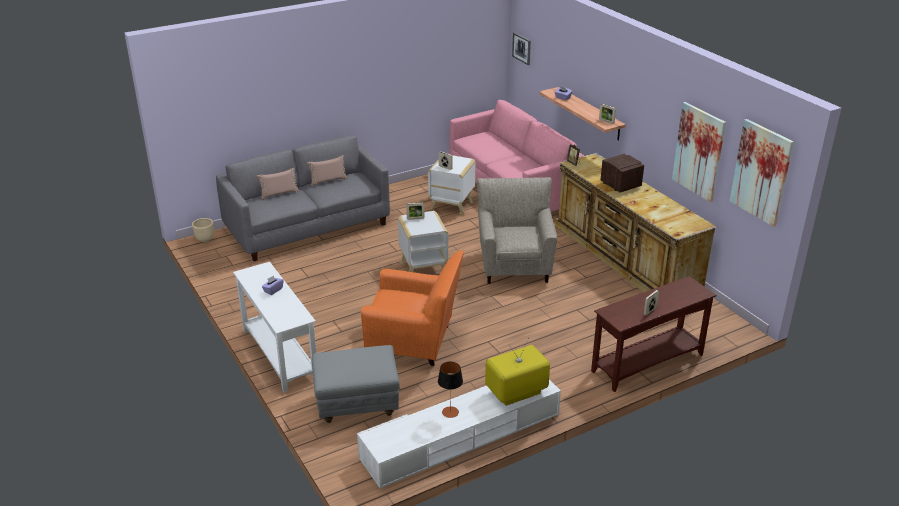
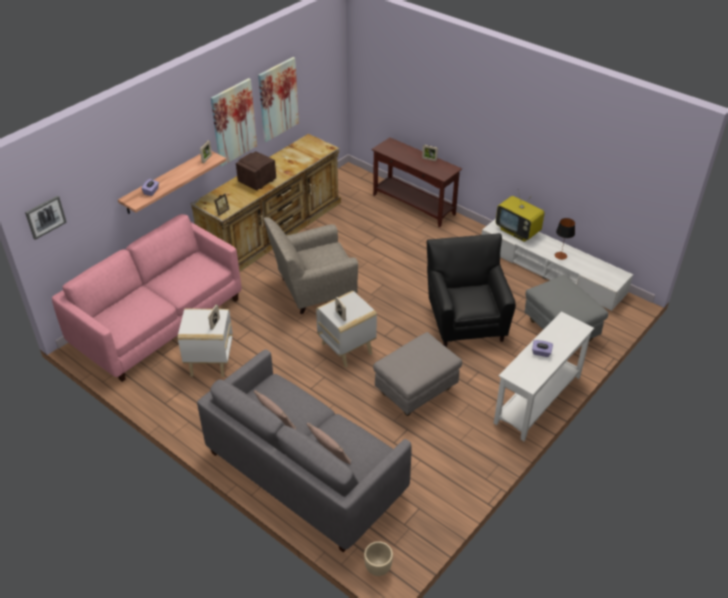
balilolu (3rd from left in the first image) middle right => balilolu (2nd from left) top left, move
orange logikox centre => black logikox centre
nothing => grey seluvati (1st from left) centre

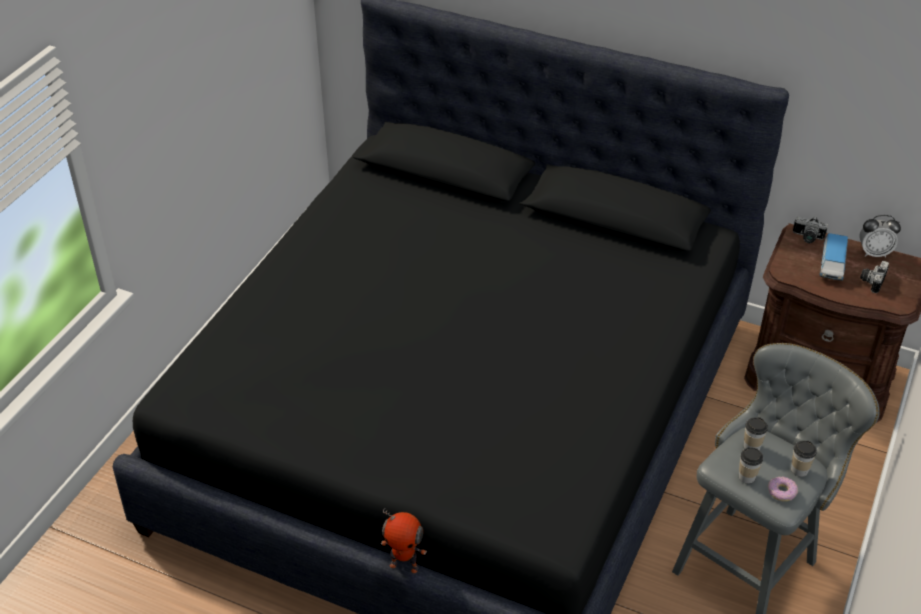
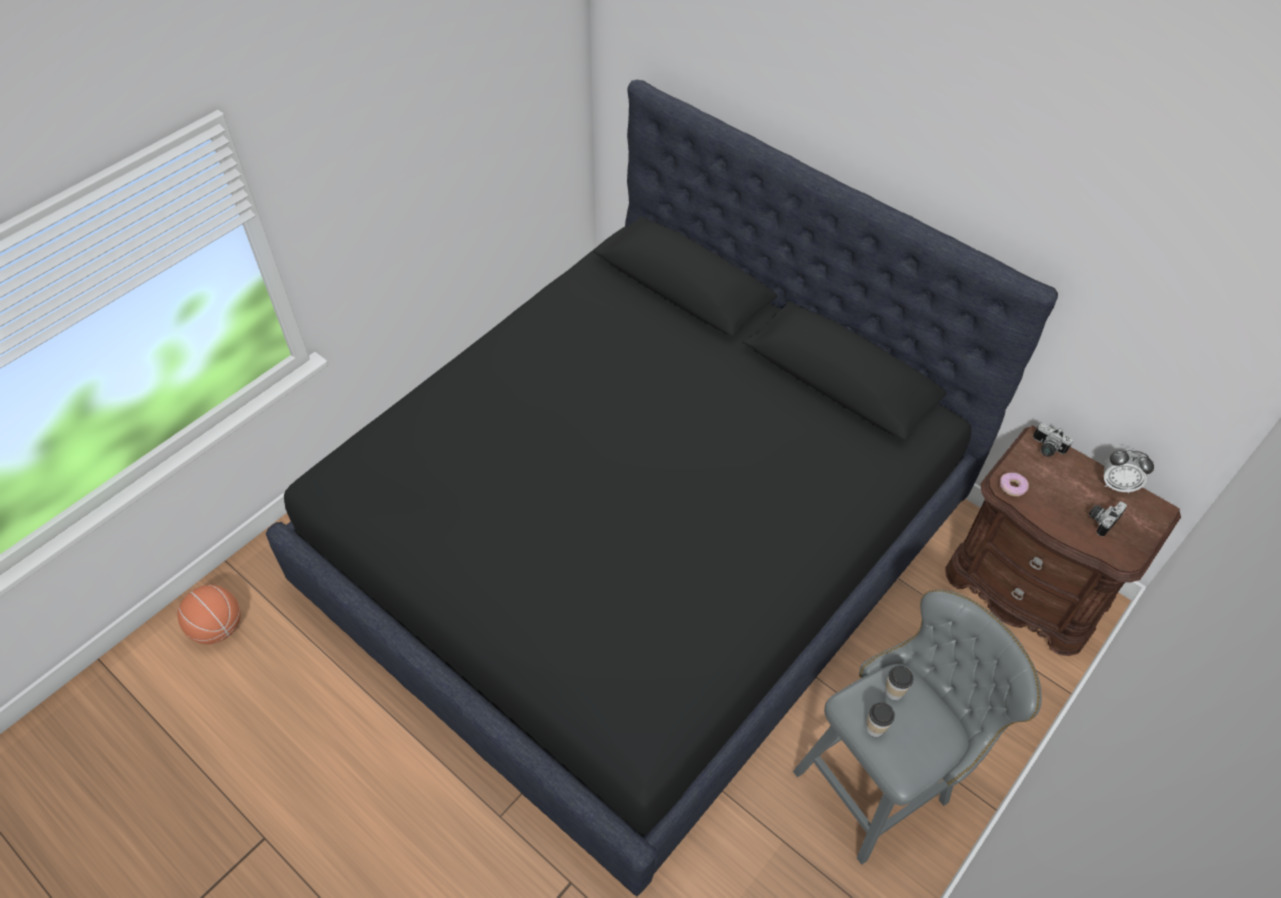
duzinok middle right => nothing
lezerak (3rd from left) bottom right => nothing
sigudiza bottom right => sigudiza middle right, move
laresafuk bottom centre => nothing
nothing => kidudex bottom left

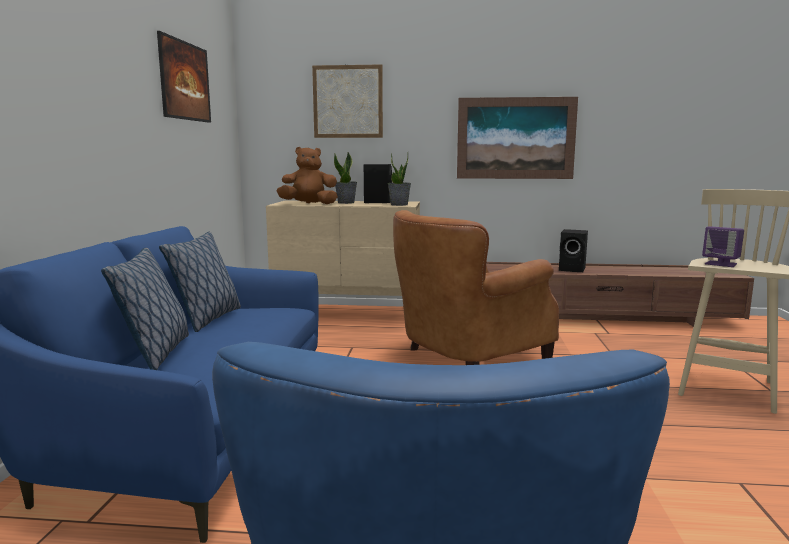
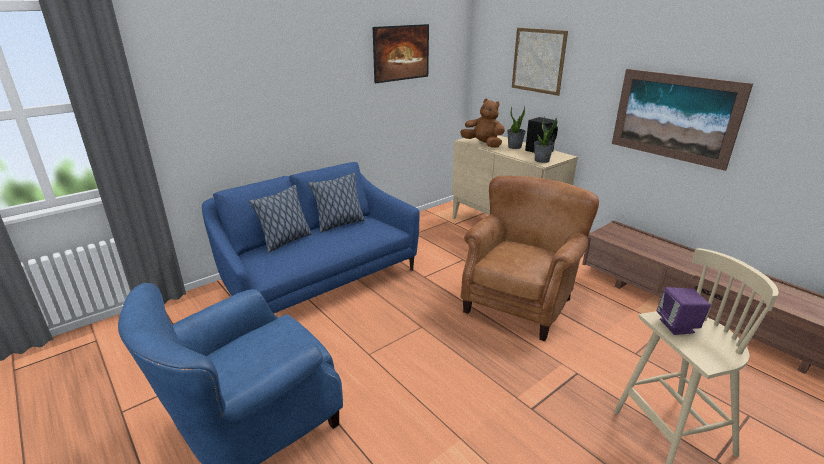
brown logikox centre, 105 degrees clockwise
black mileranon (2nd from left) middle right => nothing

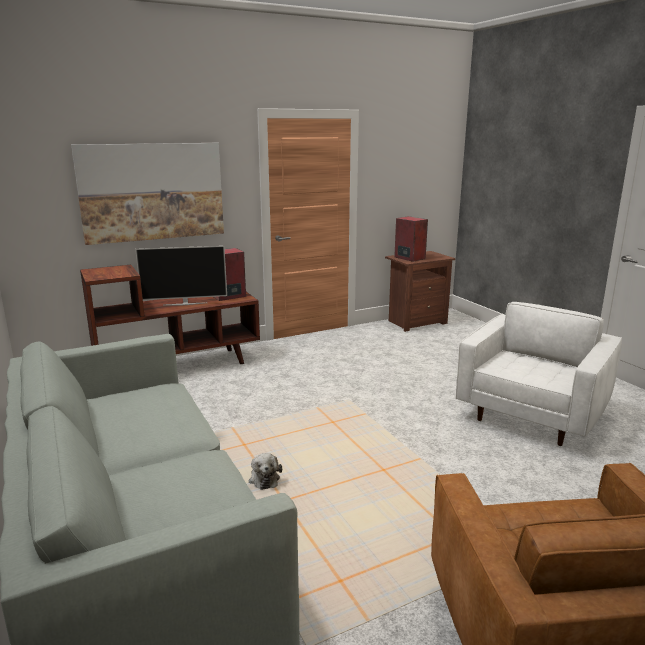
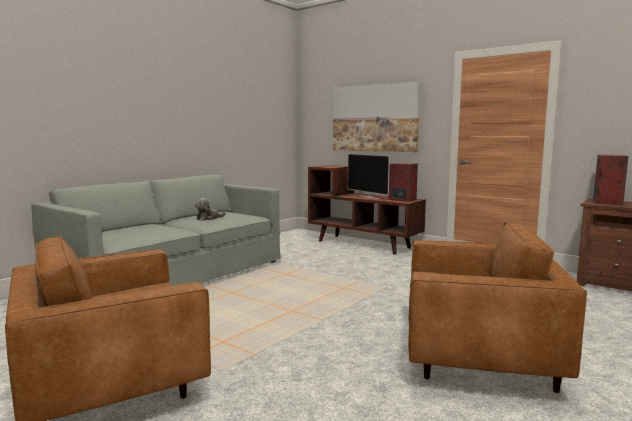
white logikox middle right => brown logikox (2nd from left) bottom right
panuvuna bottom centre => panuvuna middle left, move

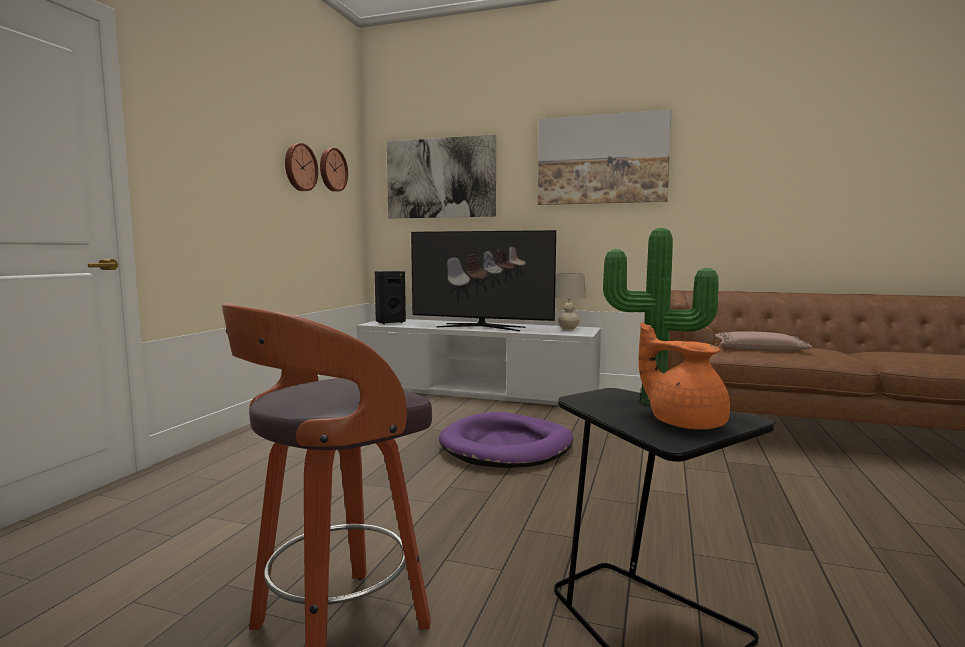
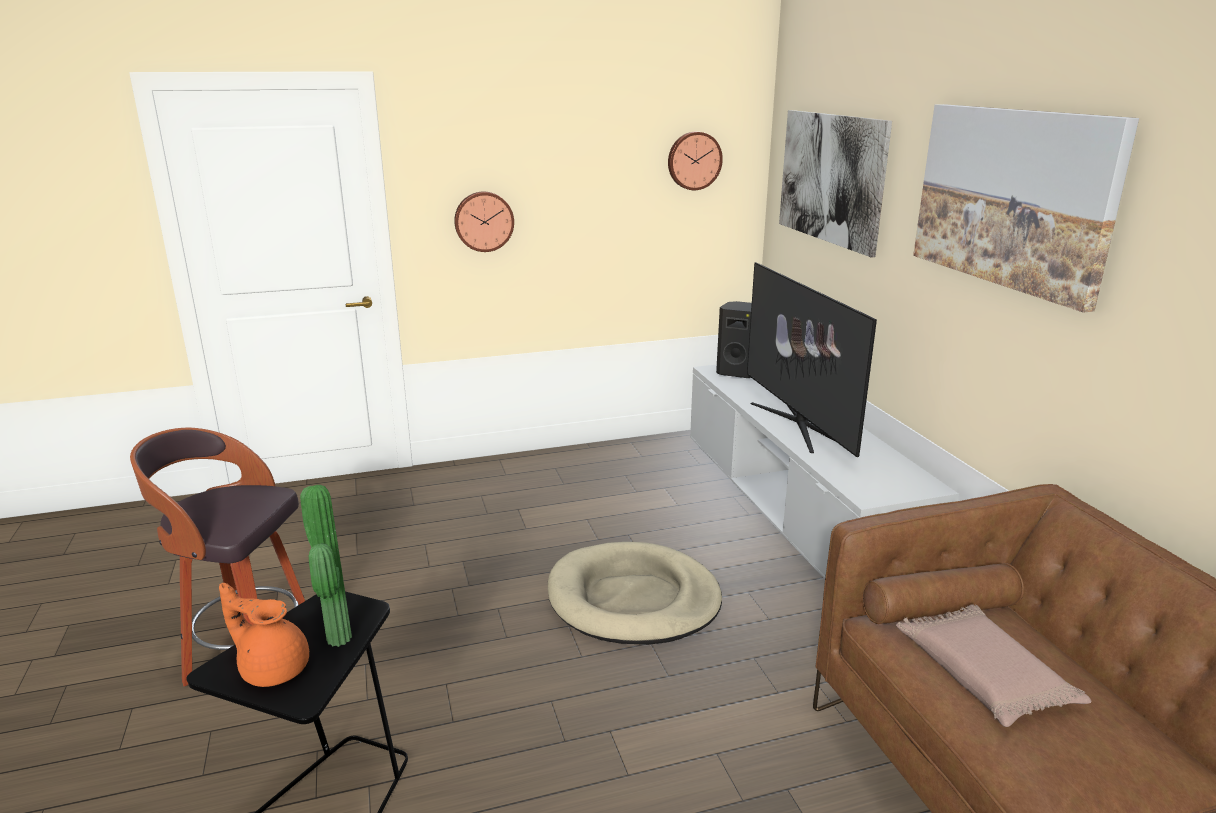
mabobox (1st from left) top left => mabobox (1st from left) top centre, move
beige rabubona centre => nothing
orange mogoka middle right => orange mogoka bottom left, 75 degrees counterclockwise
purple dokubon bottom centre => beige dokubon bottom centre

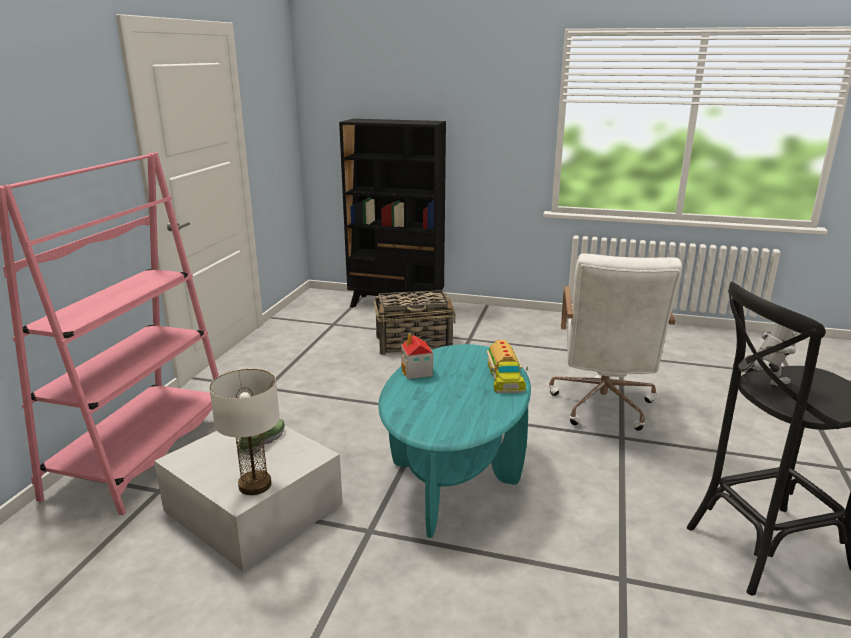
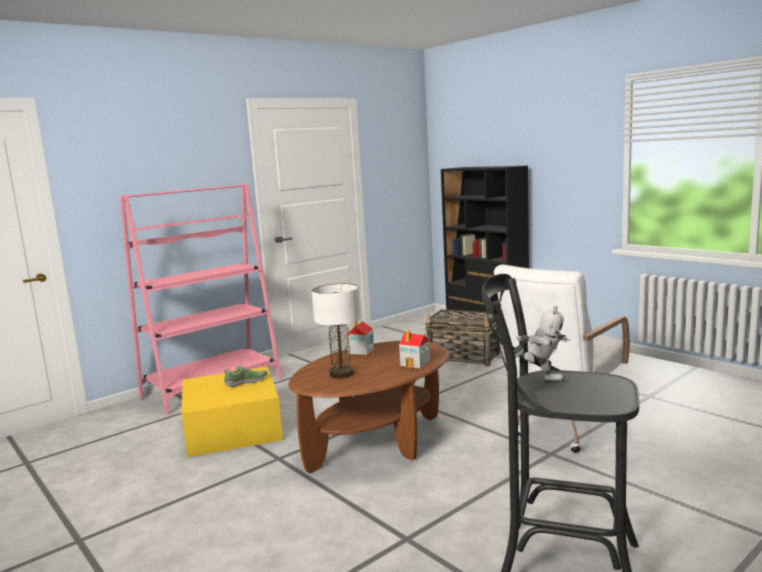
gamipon centre => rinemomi (2nd from left) centre
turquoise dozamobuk bottom centre => brown dozamobuk bottom centre
rabubona bottom left => rabubona centre, move
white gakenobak bottom left => yellow gakenobak bottom left

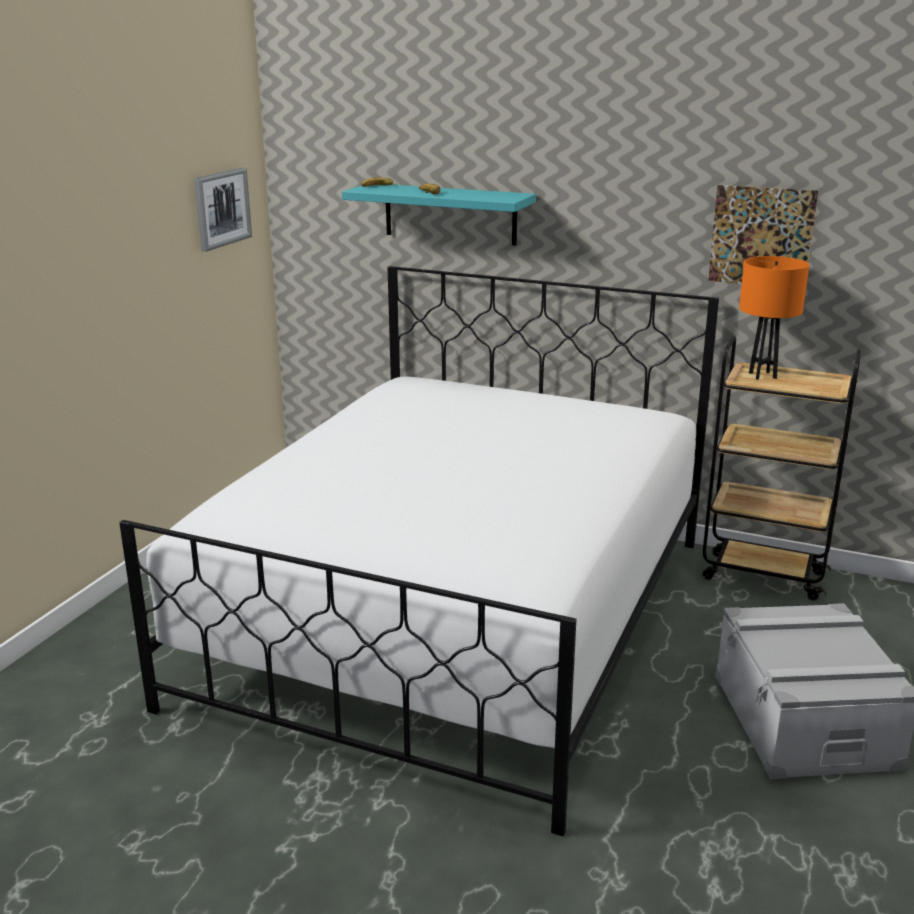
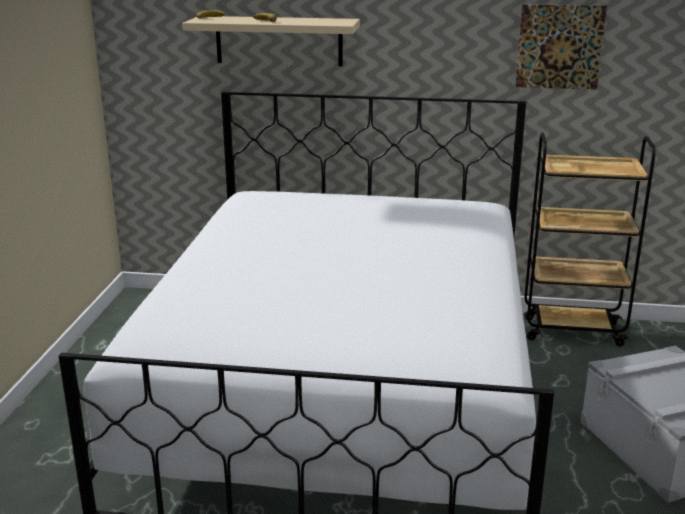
balilolu (1st from left) top left => nothing
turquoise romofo top centre => beige romofo top centre
orange rabubona middle right => nothing

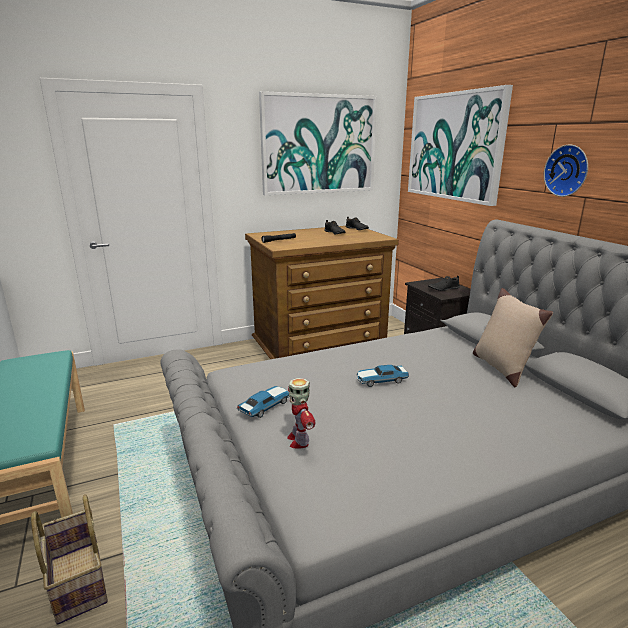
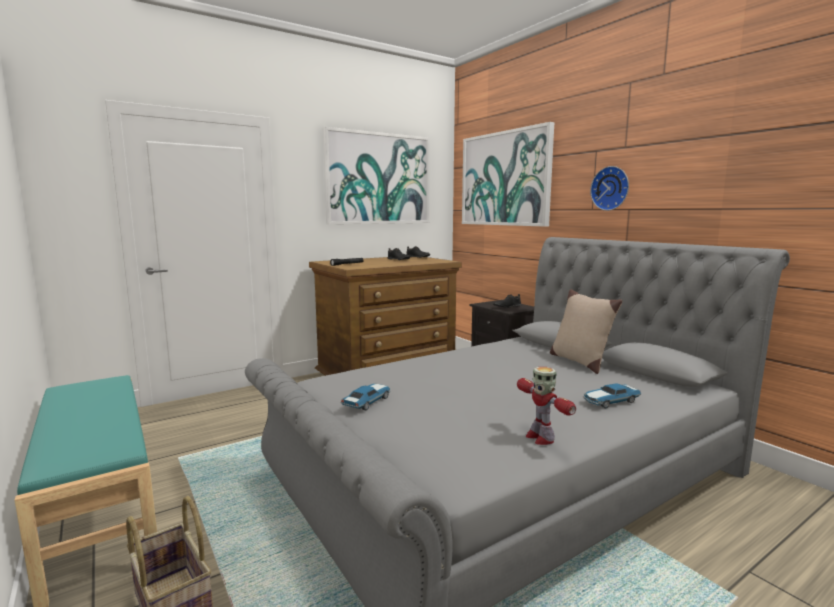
duzinok (2nd from left) centre => duzinok (2nd from left) middle right, move
laresafuk centre => laresafuk bottom centre, move

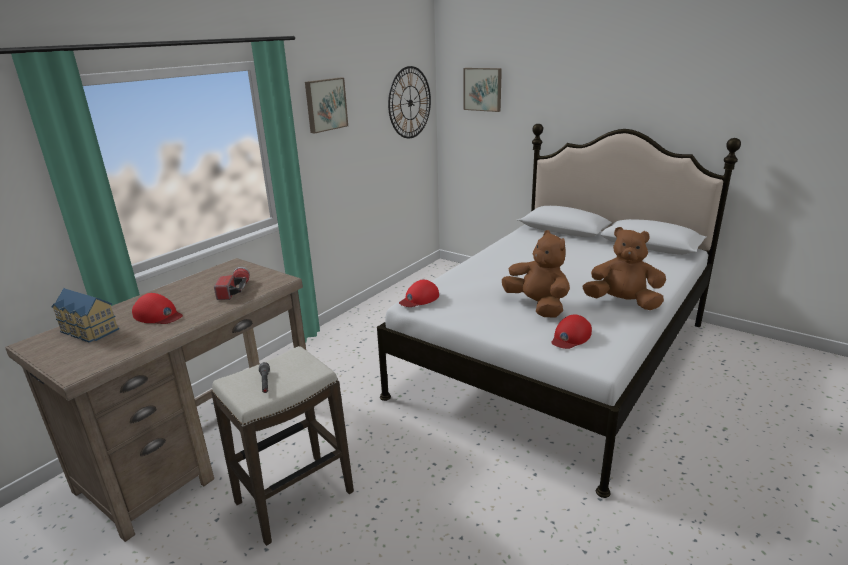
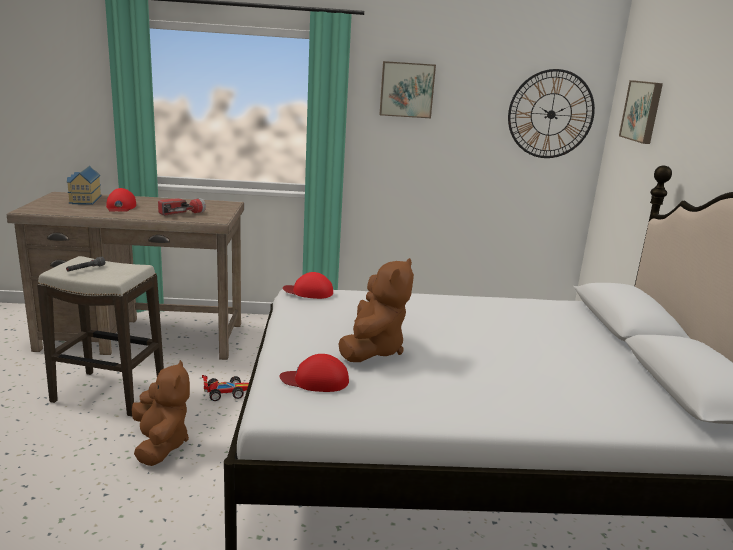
brown panuvuna (2nd from left in the first image) middle right => brown panuvuna (1st from left) bottom left, move
nothing => duzinok bottom left

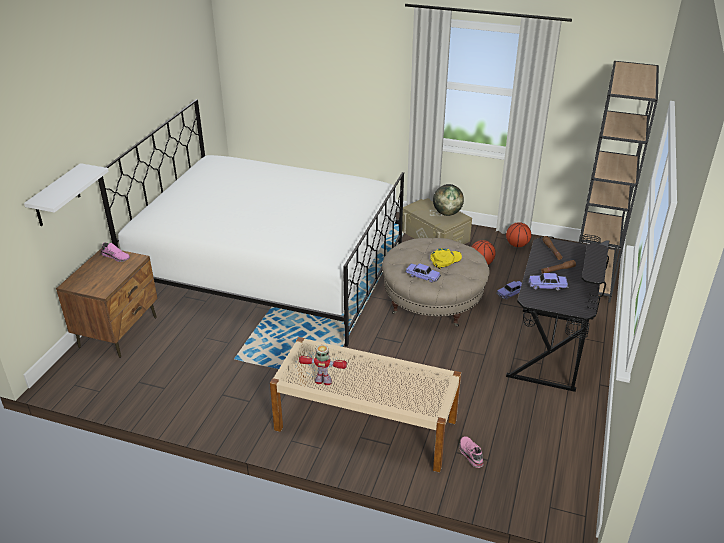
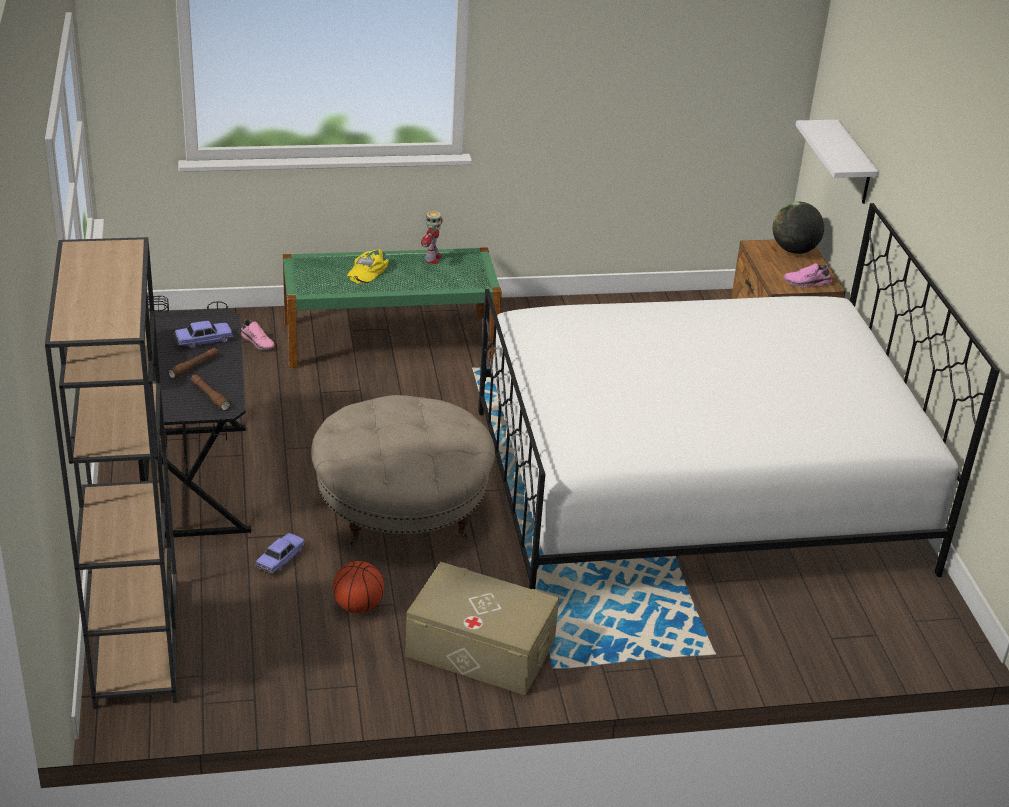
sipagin centre => sipagin top right, move
kidudex (2nd from left) middle right => nothing
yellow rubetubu centre => yellow rubetubu top centre, move
duzinok (1st from left) centre => nothing
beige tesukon bottom centre => green tesukon centre
laresafuk bottom centre => laresafuk top centre, 60 degrees counterclockwise

